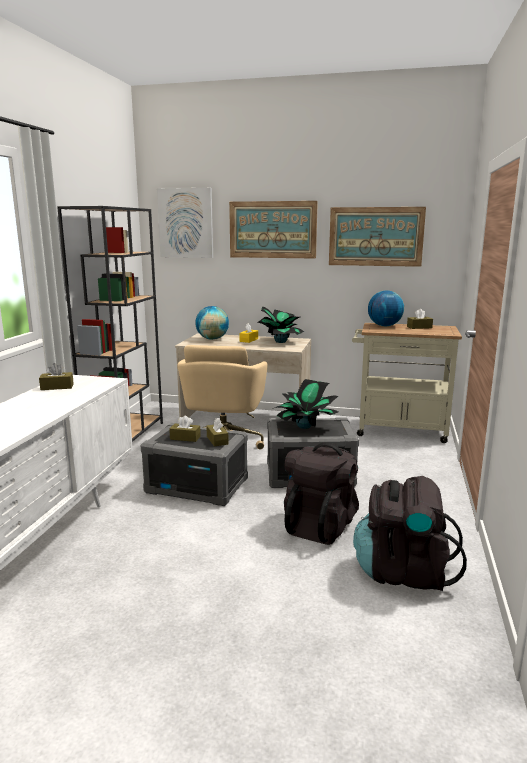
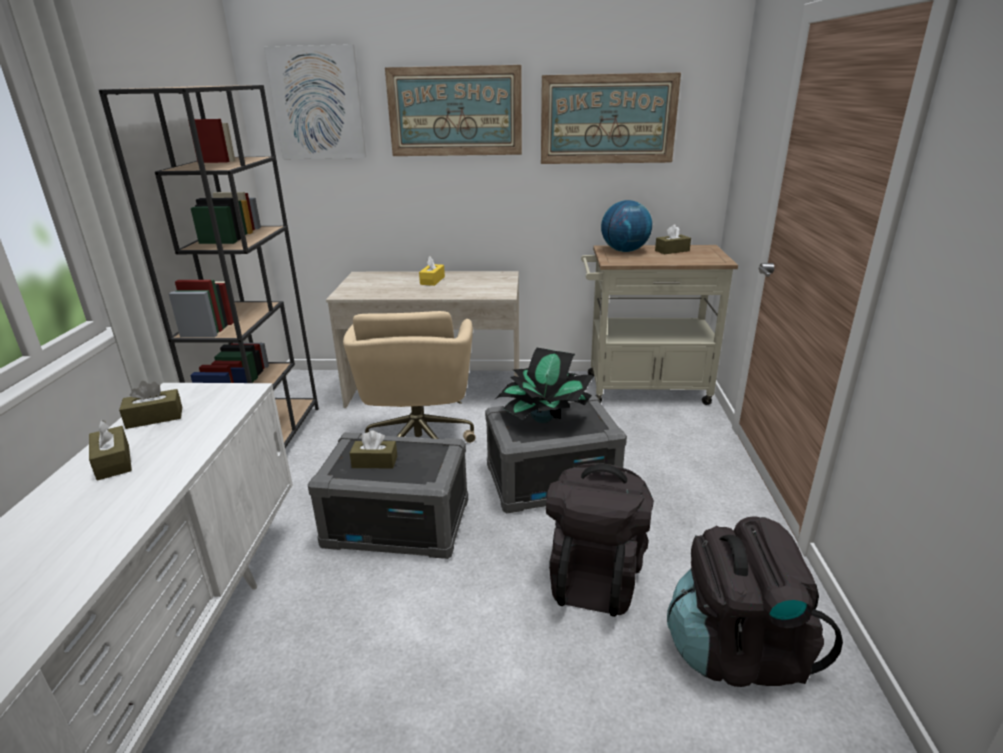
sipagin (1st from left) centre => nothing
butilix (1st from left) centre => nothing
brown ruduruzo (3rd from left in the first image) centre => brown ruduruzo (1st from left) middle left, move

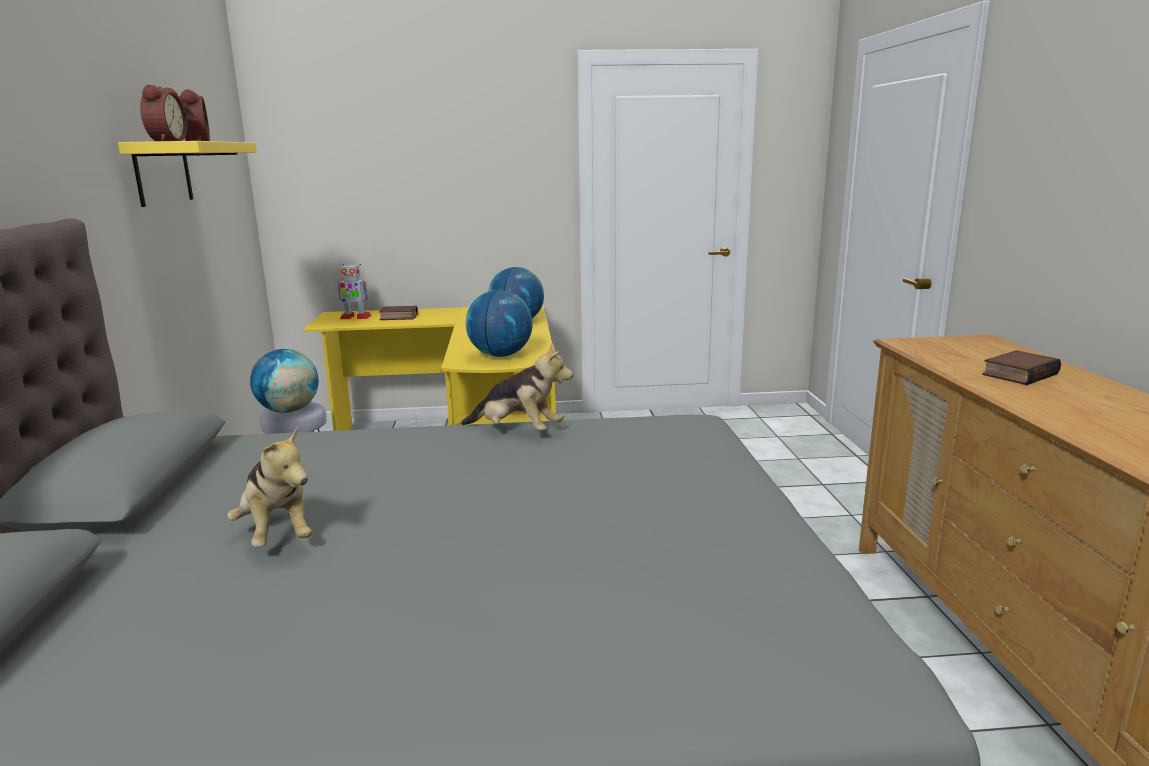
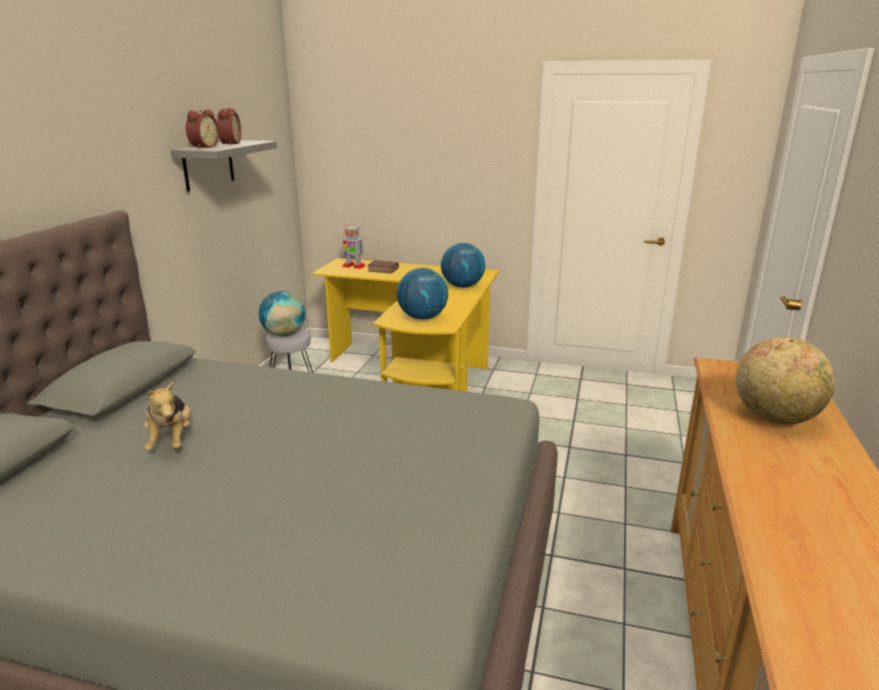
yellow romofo top left => grey romofo top left
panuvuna (2nd from left) centre => nothing
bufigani (2nd from left) middle right => sipagin (4th from left) middle right

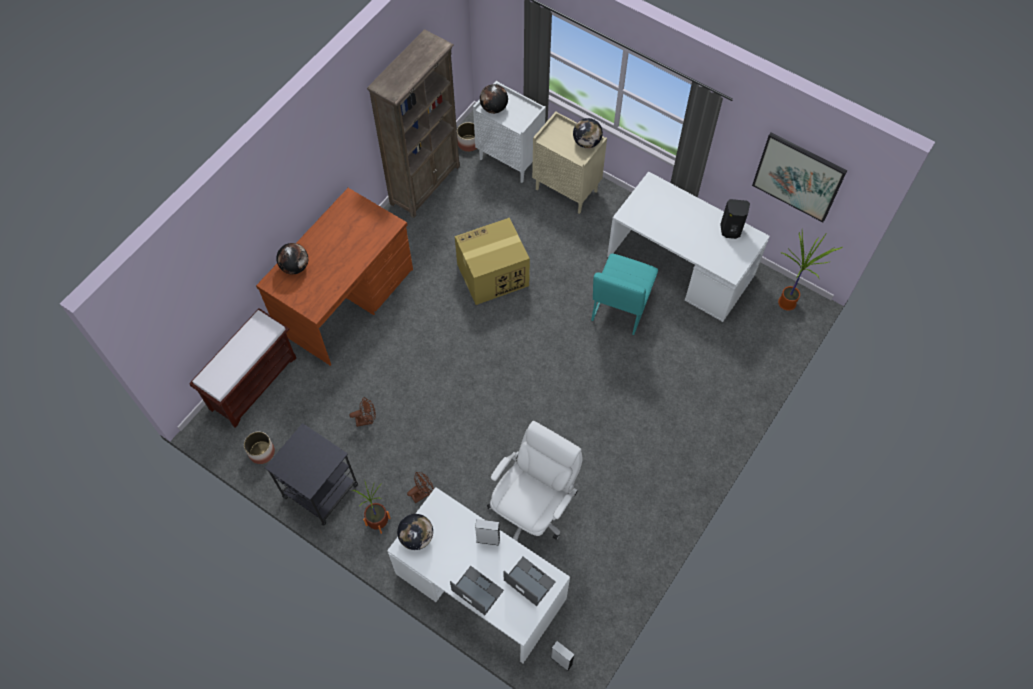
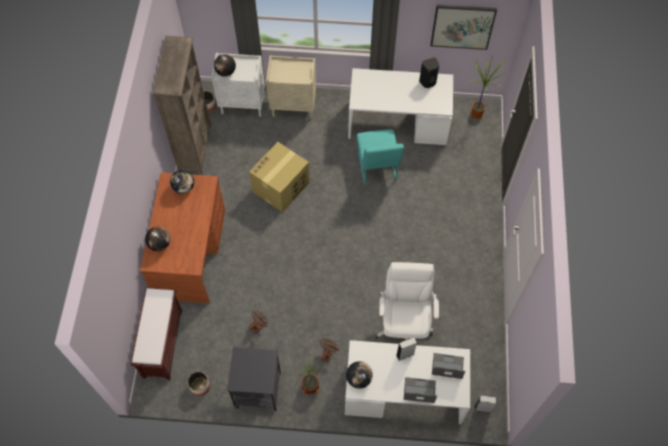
sipagin (4th from left in the first image) top centre => sipagin (2nd from left) middle left, move

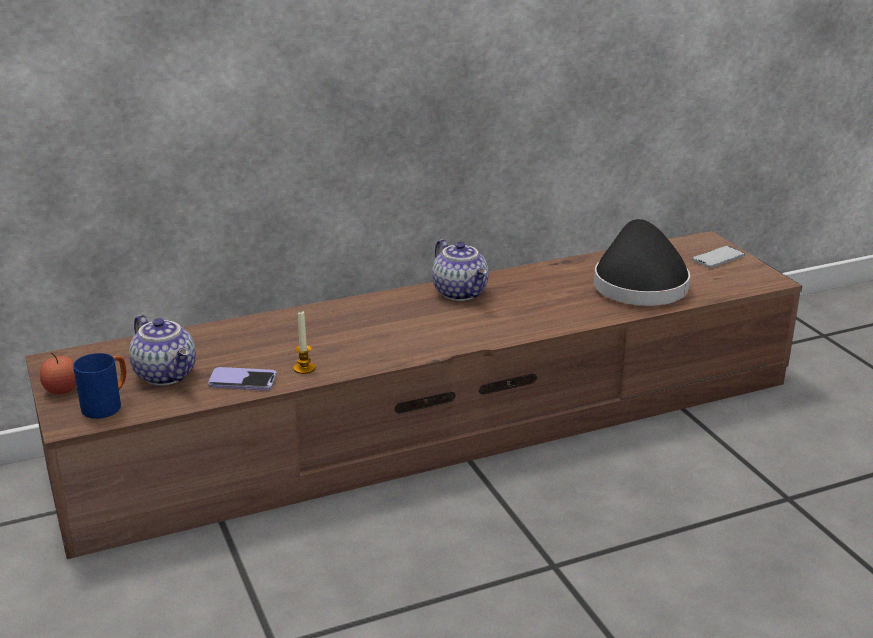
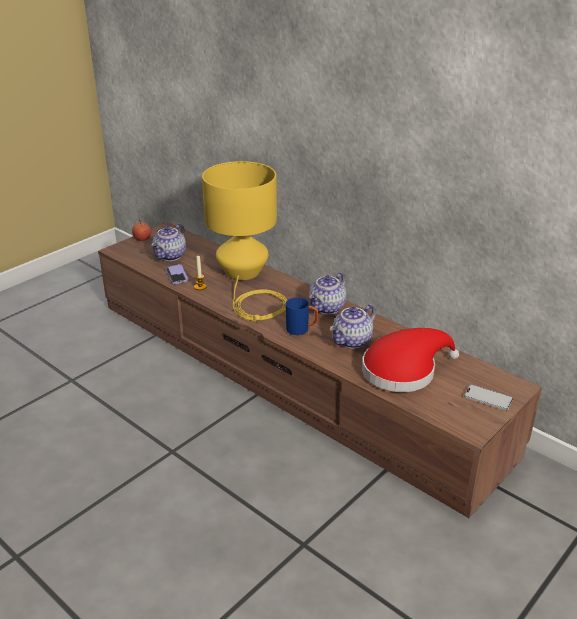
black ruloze middle right => red ruloze middle right
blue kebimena middle left => blue kebimena centre, move
nothing => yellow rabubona centre
nothing => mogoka (3rd from left) centre

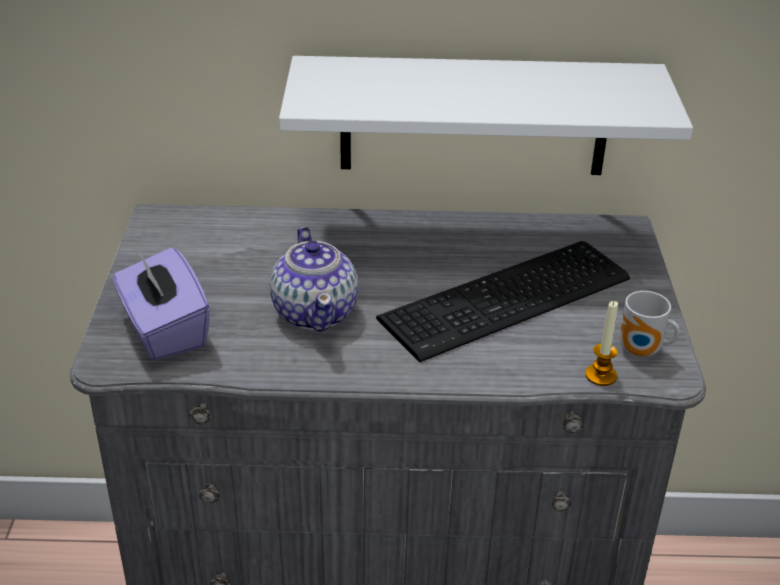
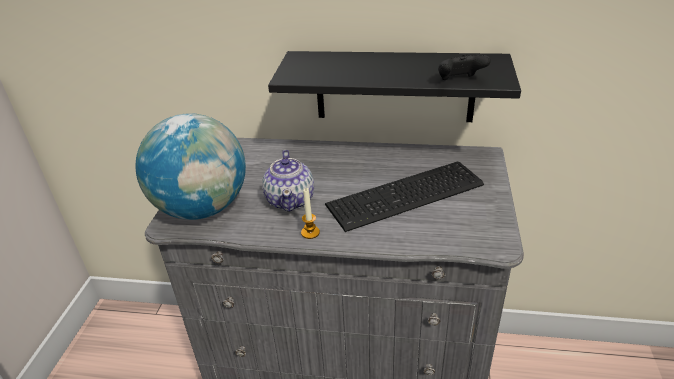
white romofo top centre => black romofo top centre
purple ruduruzo middle left => sipagin middle left
kebimena middle right => nothing
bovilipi middle right => bovilipi centre, move
nothing => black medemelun top right

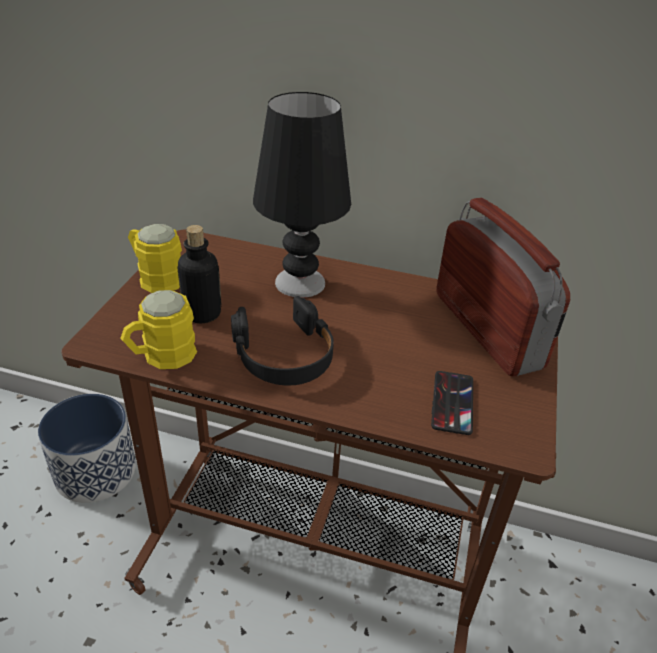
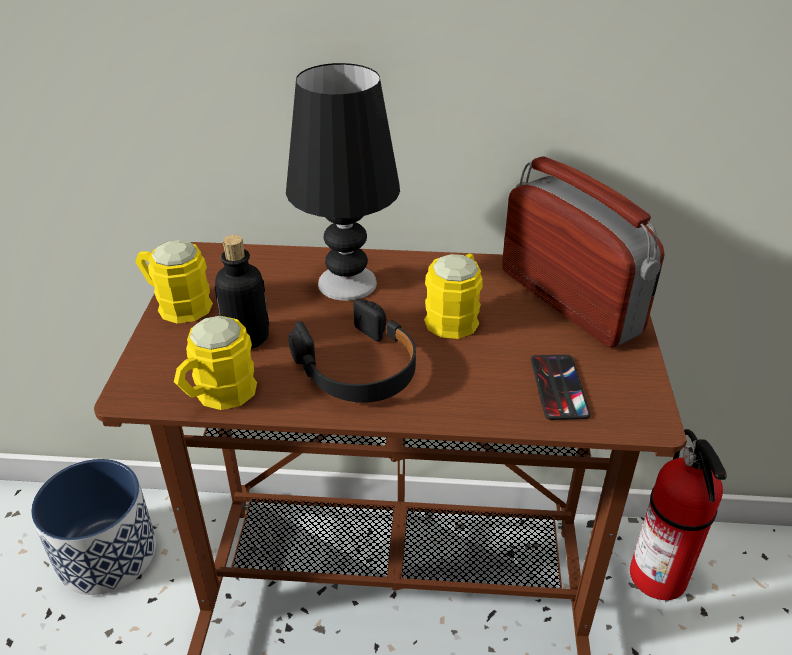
nothing => yellow kebimena (3rd from left) centre
nothing => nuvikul bottom right

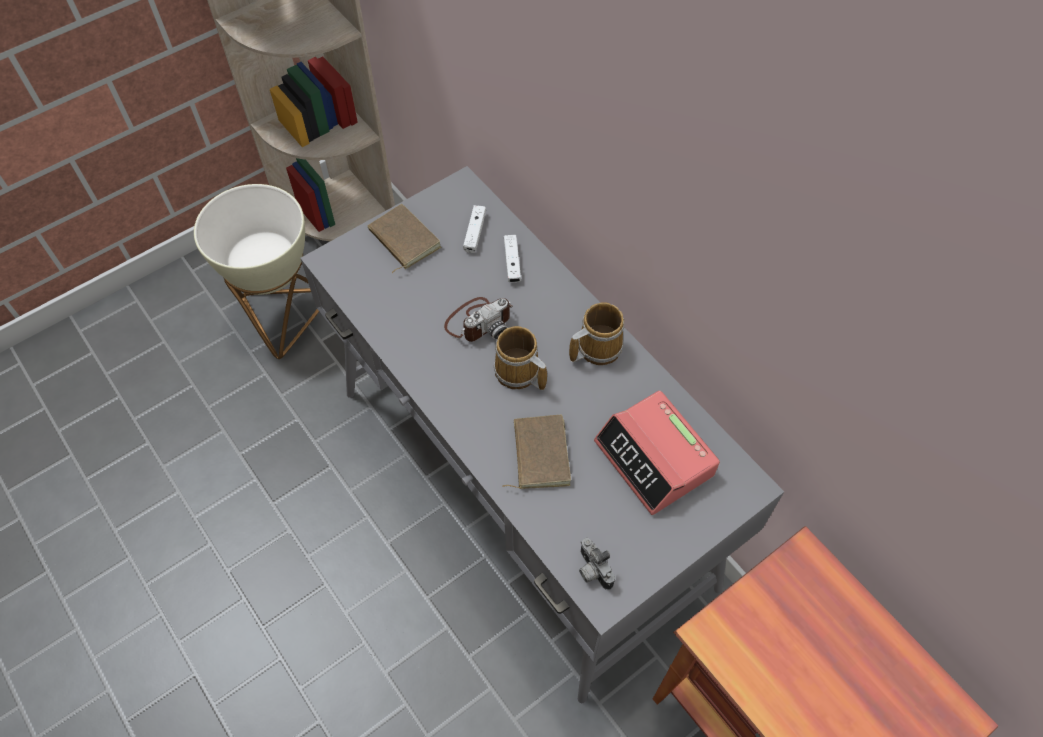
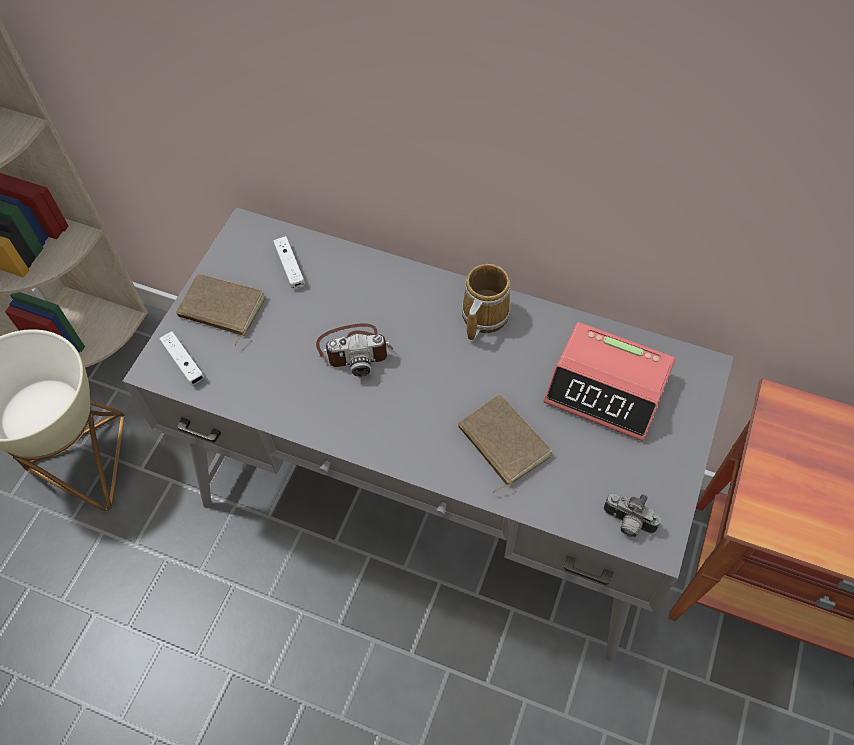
white medemelun (2nd from left in the first image) centre => white medemelun (1st from left) middle left, move
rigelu (1st from left) centre, 60 degrees clockwise
kebimena (1st from left) centre => nothing

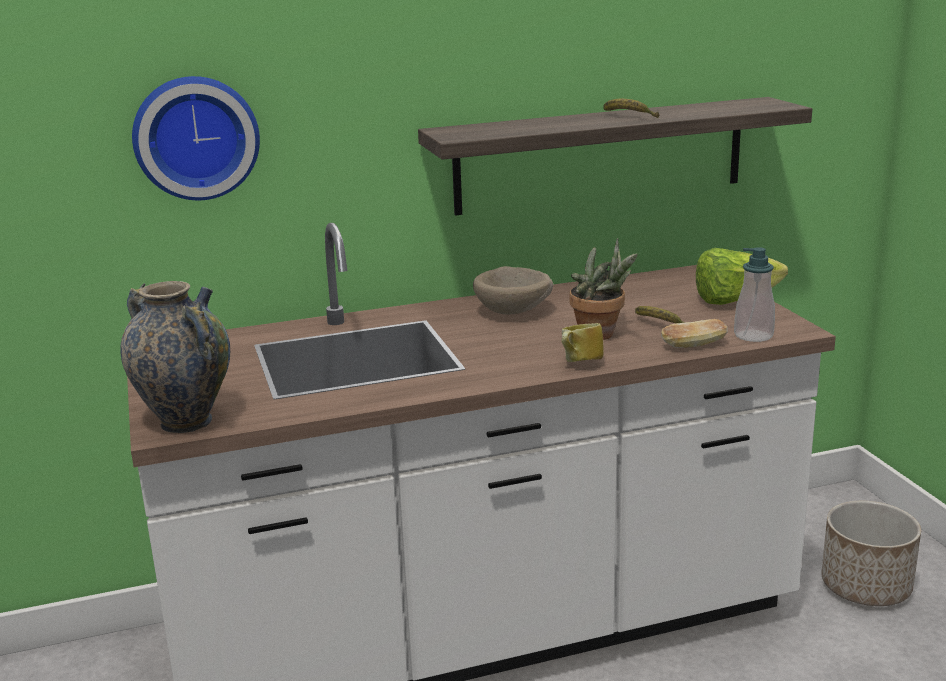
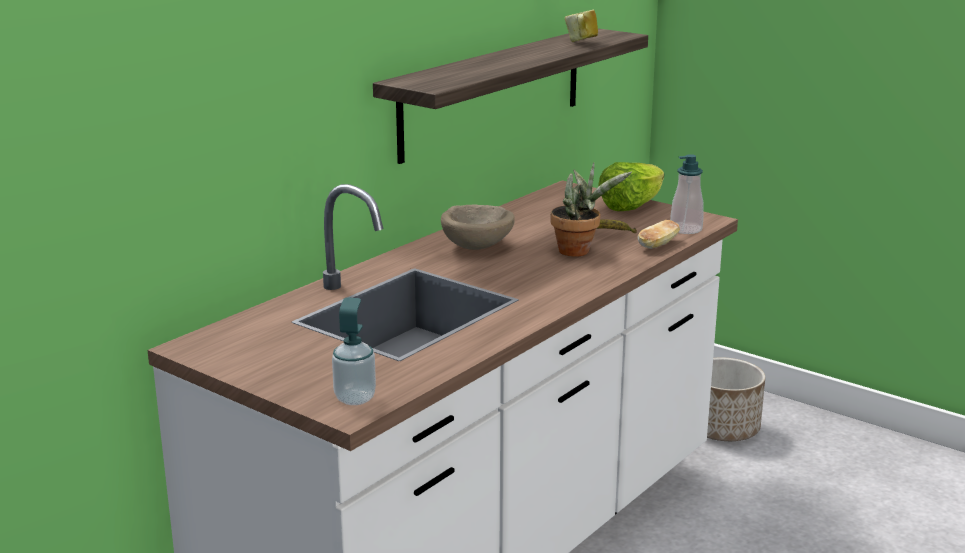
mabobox top left => nothing
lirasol (1st from left) top right => nothing
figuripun middle left => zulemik (1st from left) centre
kebimena centre => kebimena top centre, move

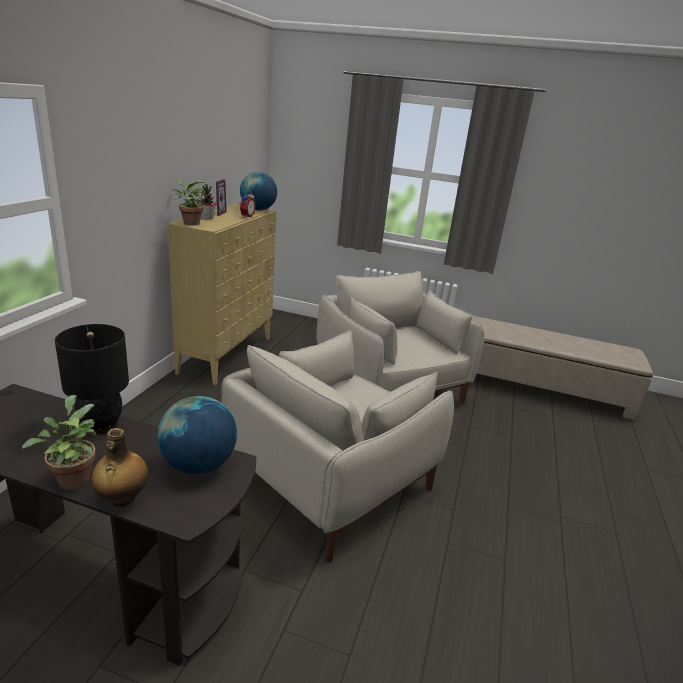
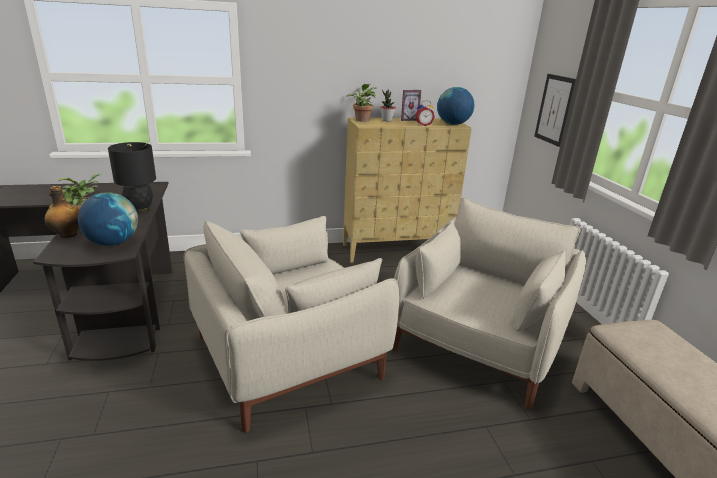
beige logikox (1st from left) centre => beige logikox (1st from left) bottom centre, 45 degrees counterclockwise
nothing => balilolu top right

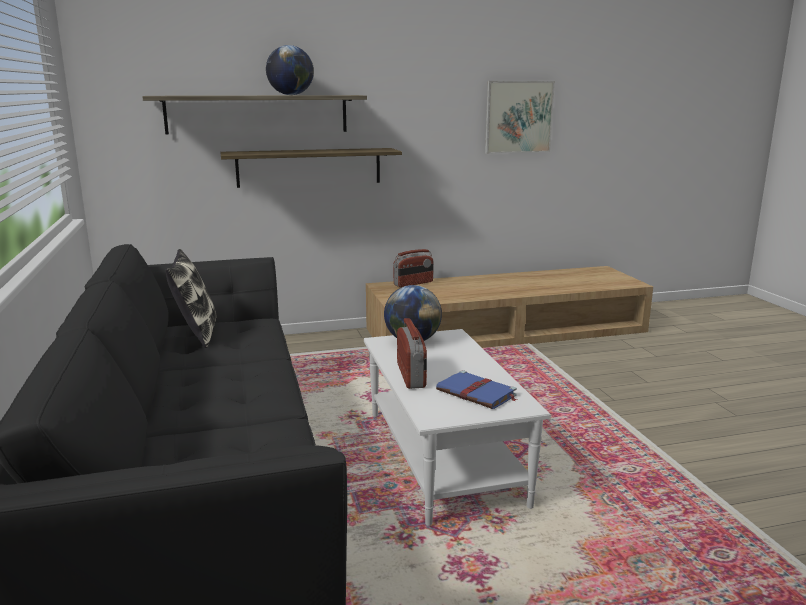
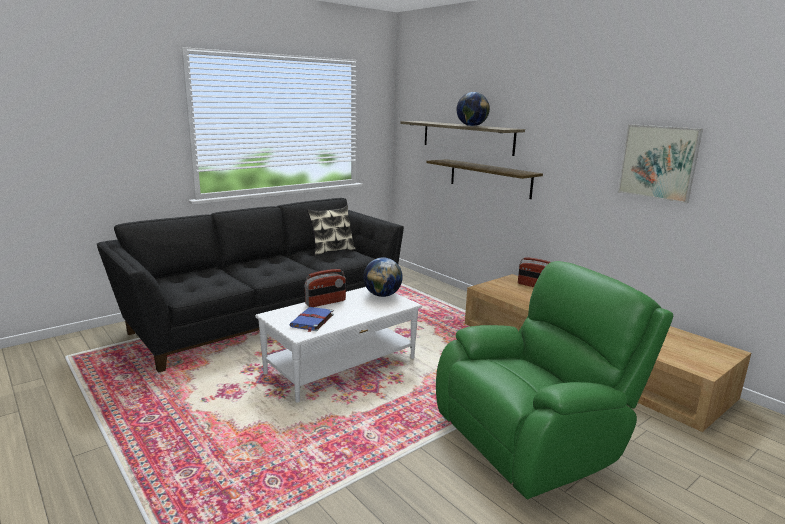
nothing => green logikox bottom right

